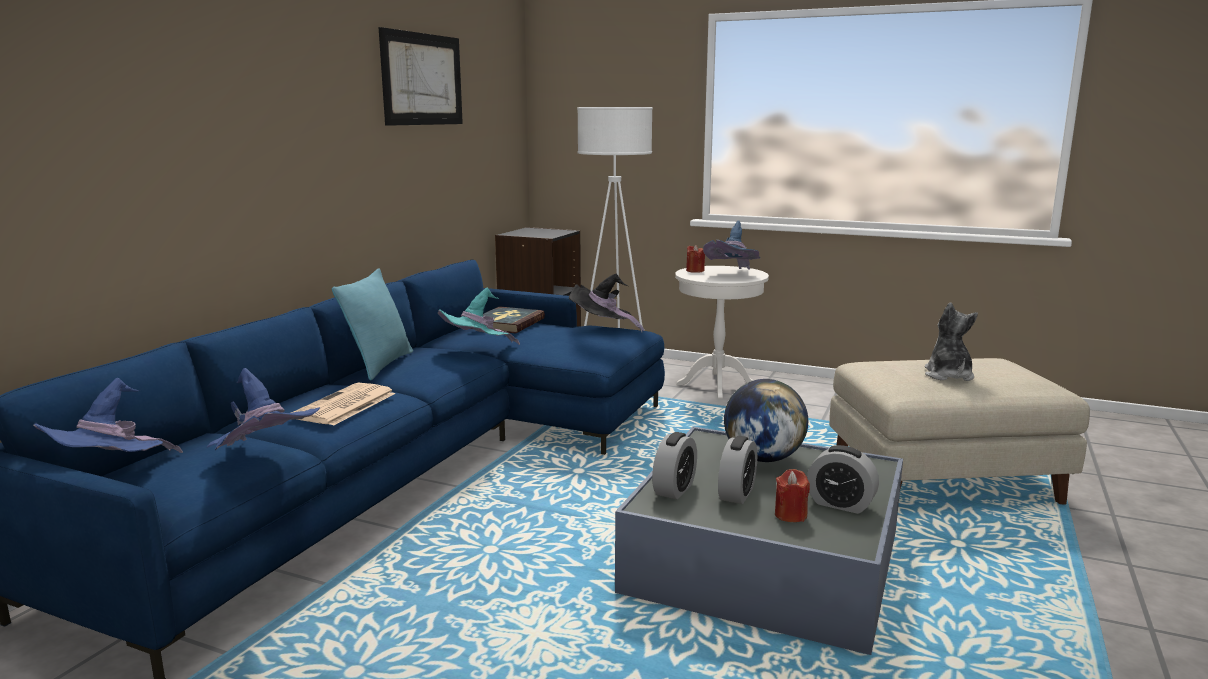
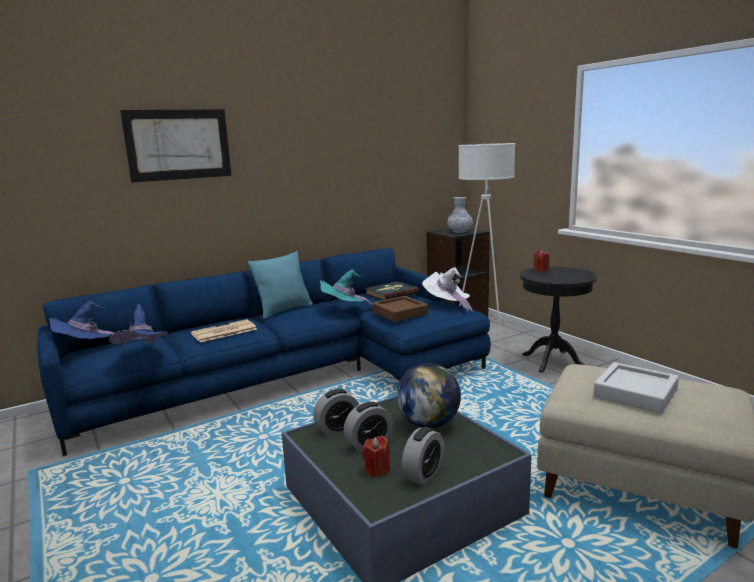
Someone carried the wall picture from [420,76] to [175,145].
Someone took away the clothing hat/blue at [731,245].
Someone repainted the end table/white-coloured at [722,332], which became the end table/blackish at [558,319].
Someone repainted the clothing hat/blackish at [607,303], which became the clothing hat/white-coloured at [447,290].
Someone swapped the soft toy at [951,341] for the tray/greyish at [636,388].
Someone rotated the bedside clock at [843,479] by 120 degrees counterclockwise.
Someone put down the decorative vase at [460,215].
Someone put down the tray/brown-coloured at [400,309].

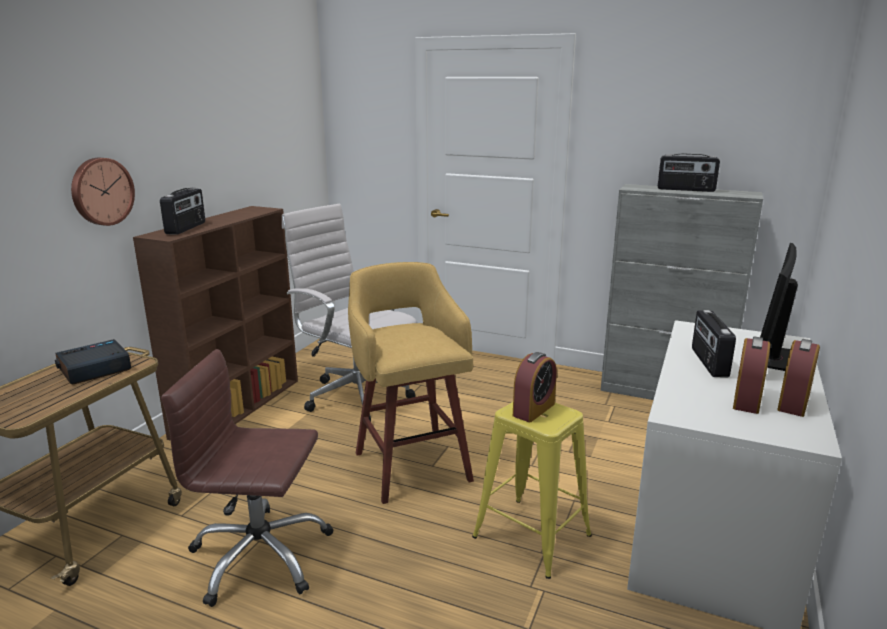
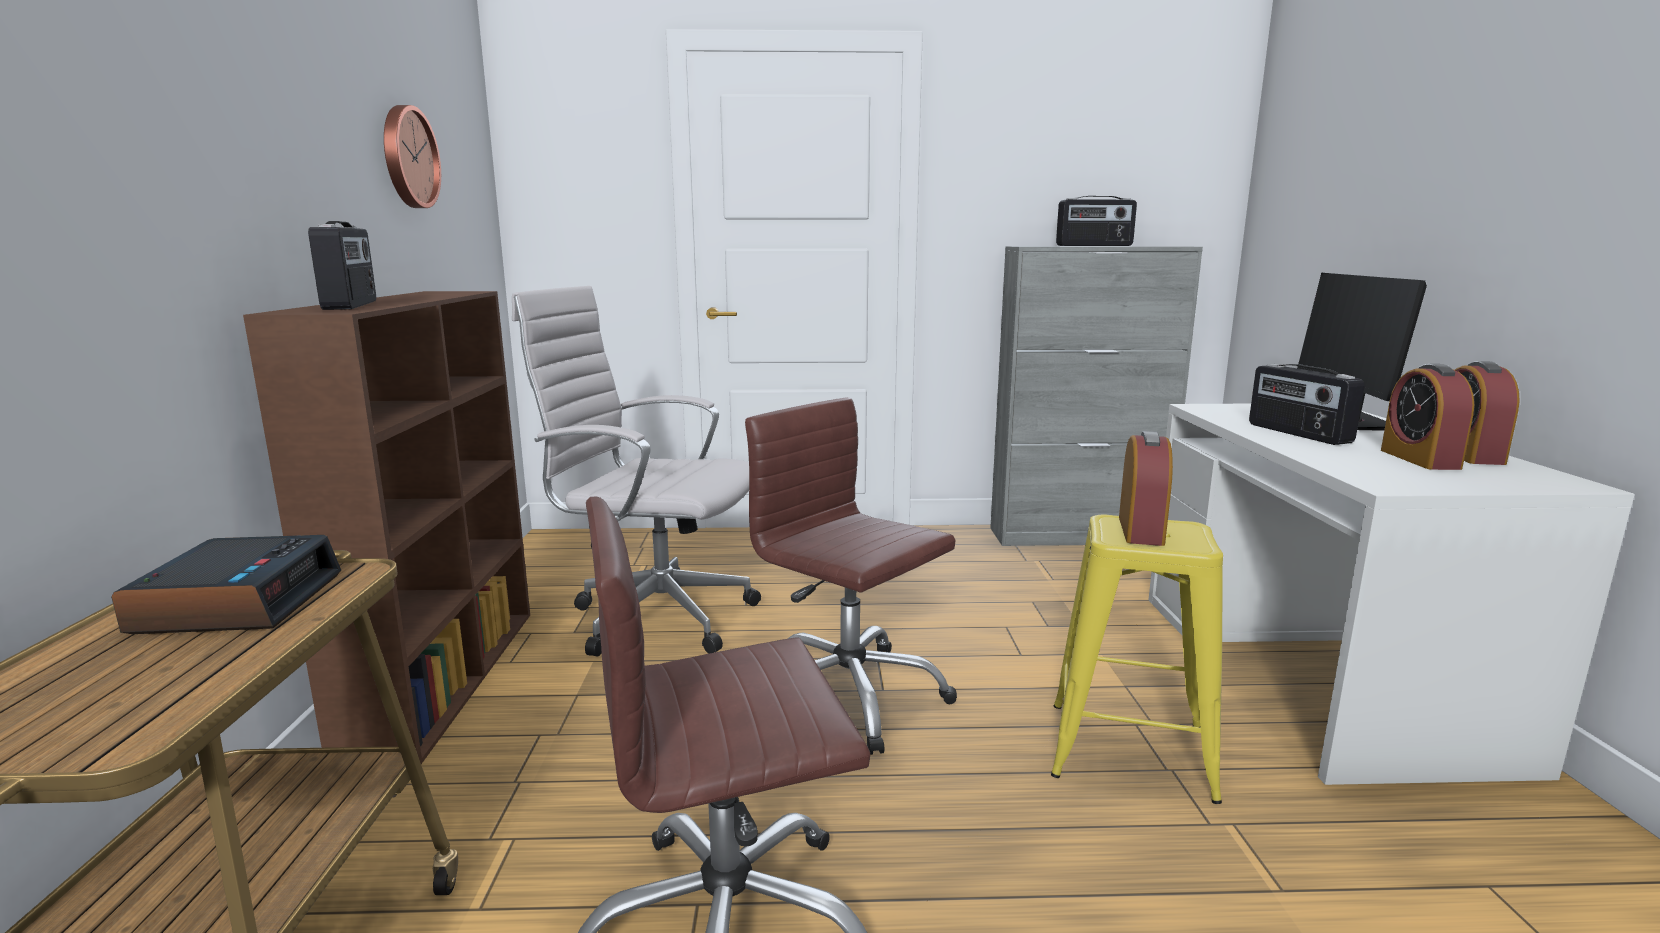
Someone carried the wall clock from [103,192] to [412,156].
Someone swapped the stool seat/yellowish at [411,383] for the desk chair/brown-coloured at [851,576].
Someone rotated the bedside clock at [93,361] by 150 degrees clockwise.

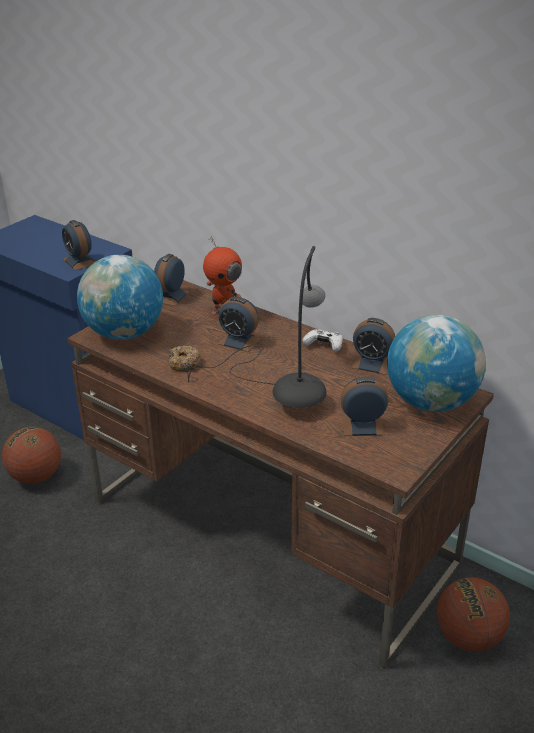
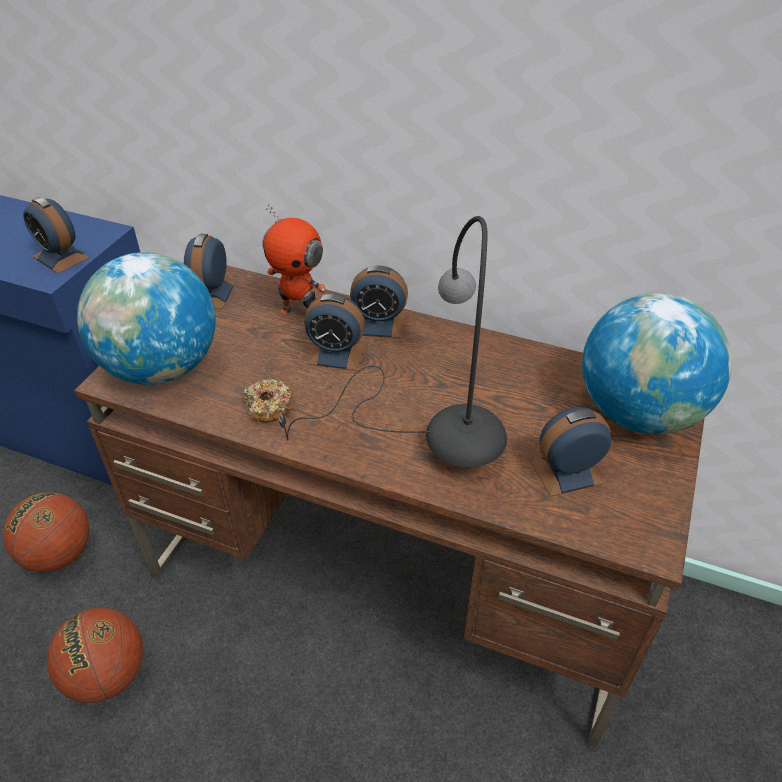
Someone carried the bedside clock from [373,346] to [379,301].
Someone took away the game controller/white-coloured at [323,340].
Someone carried the basketball from [473,614] to [95,655].

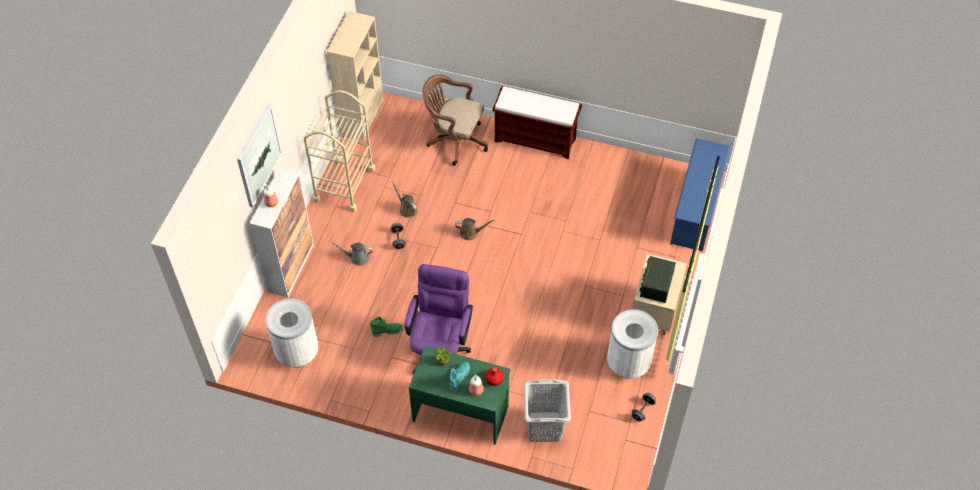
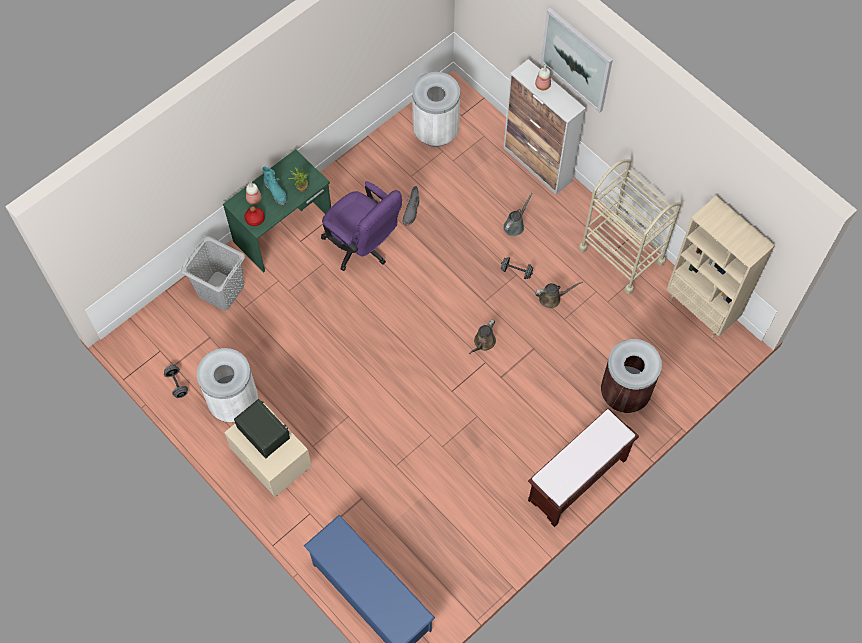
Someone swapped the desk chair/brown-coloured at [456,119] for the rubbish bin/brown-coloured at [631,376].
Someone repainted the boot/greenish at [386,327], which became the boot/greyish at [411,205].

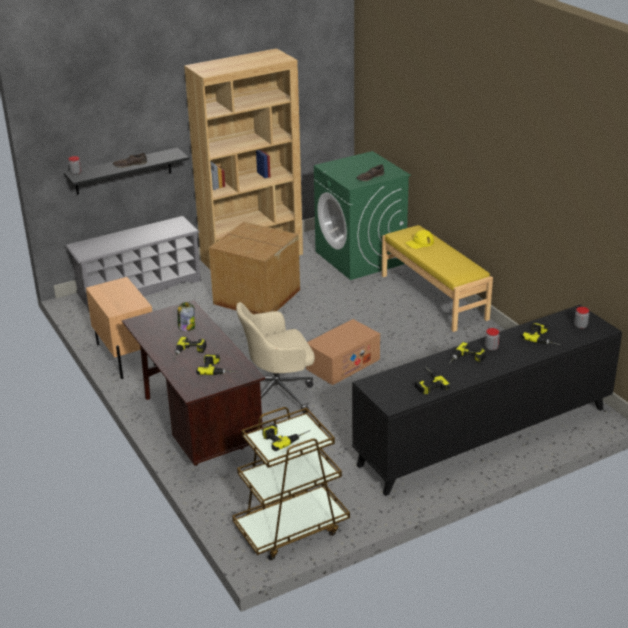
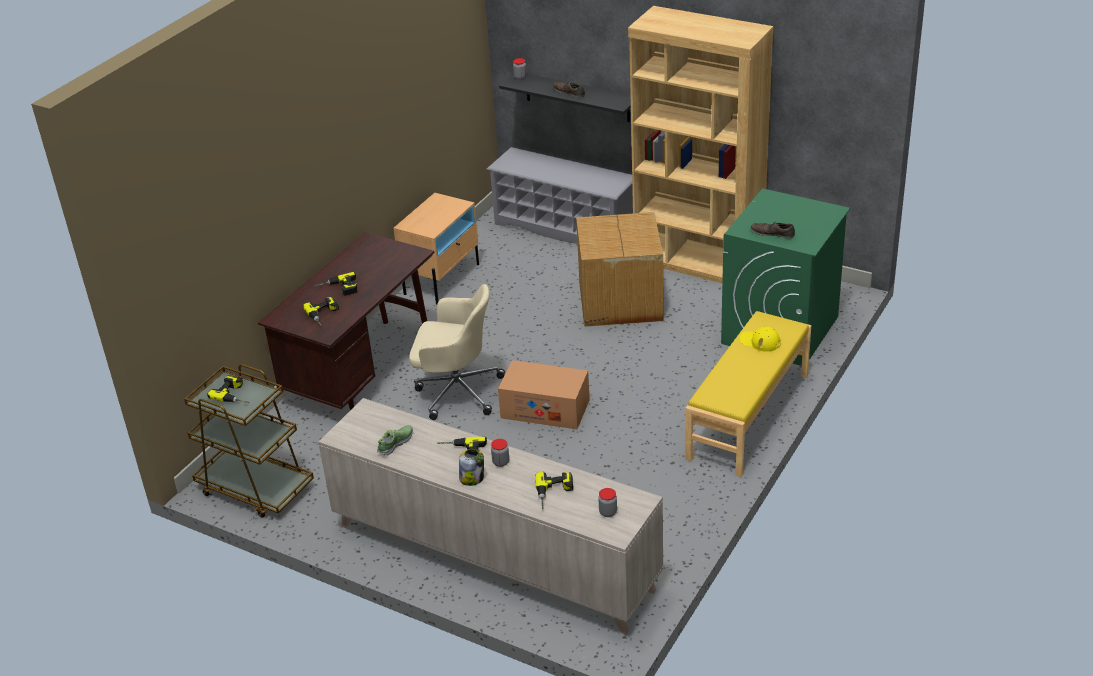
Someone carried the storage jar from [186,316] to [471,467].
Someone rotated the desk chair/beige-coloured at [275,357] by 150 degrees clockwise.
Someone repainted the storage cabinet/blackish at [487,400], which became the storage cabinet/beige-coloured at [491,516].
Someone swapped the drill at [432,380] for the low shoe at [395,440].

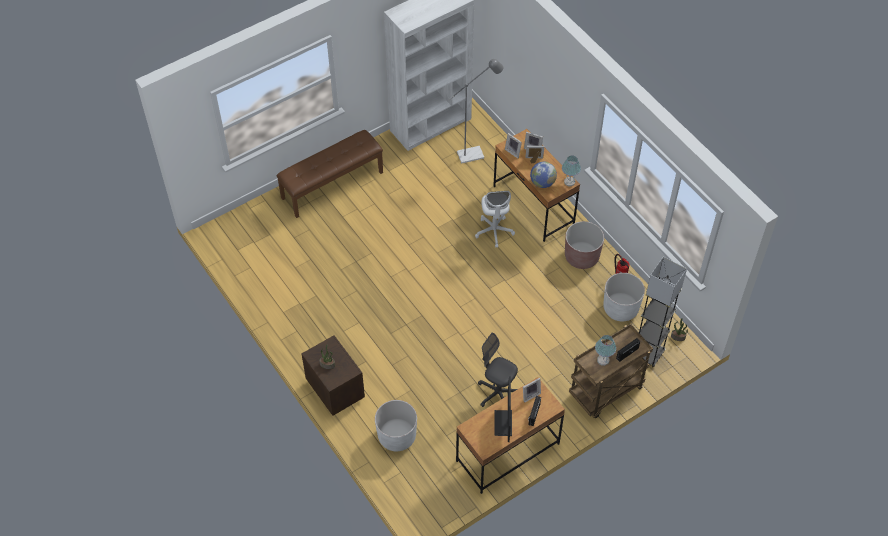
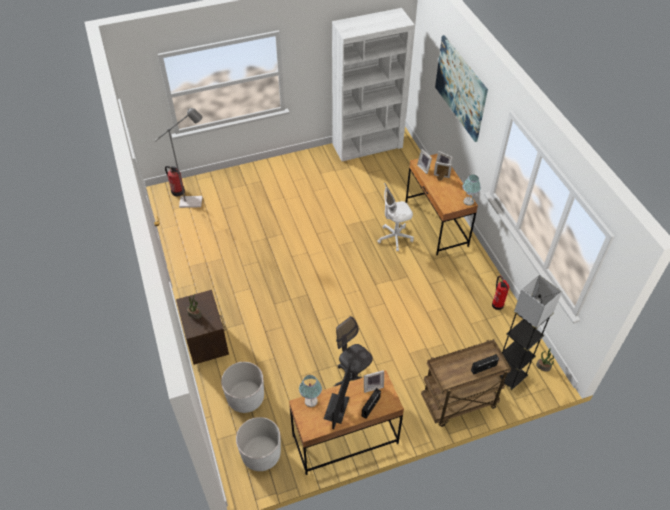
Someone carried the floor lamp/greyish from [476,111] to [178,158].
Someone took away the indoor bench/brown-coloured at [329,174].
Someone took away the world globe at [543,175].
Someone rotated the desk chair/white-coloured at [495,219] by 60 degrees clockwise.
Someone took away the planter/brown-coloured at [584,245].
Someone carried the planter/white-coloured from [624,297] to [258,444].
Someone carried the table lamp from [605,350] to [310,391].
Someone put up the wall picture at [461,88].
Someone put down the extinguisher at [175,181].

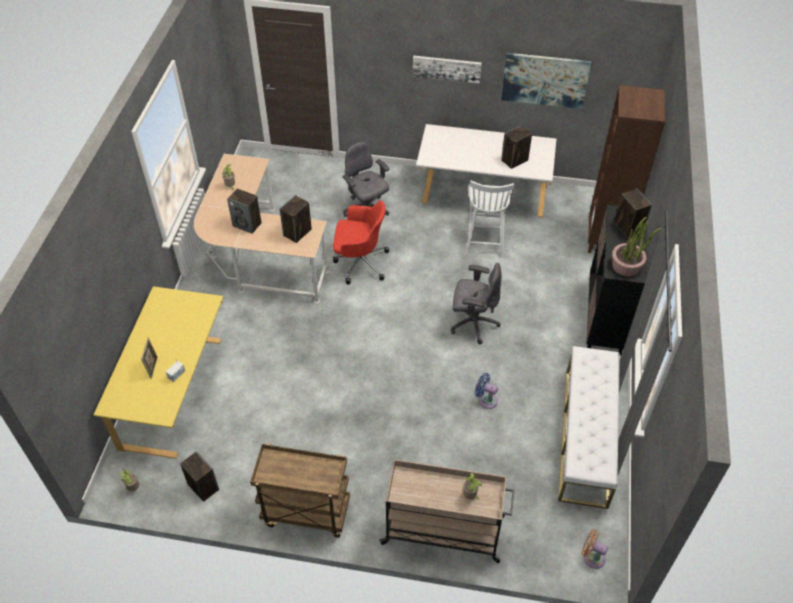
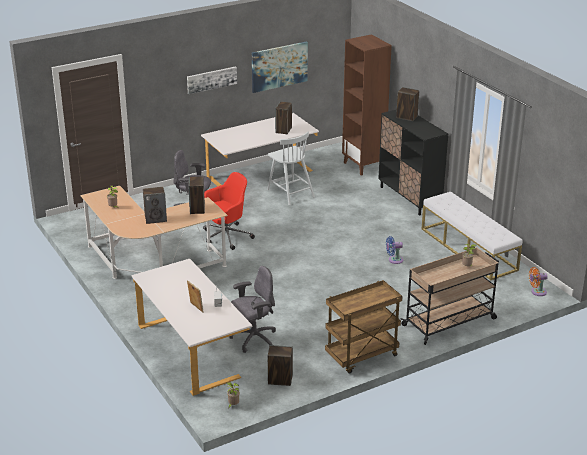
Someone took away the houseplant at [637,247].
Someone carried the desk chair/greyish from [476,303] to [253,309].
Someone repainted the desk unit/yellowish at [158,372], which became the desk unit/white-coloured at [192,327].

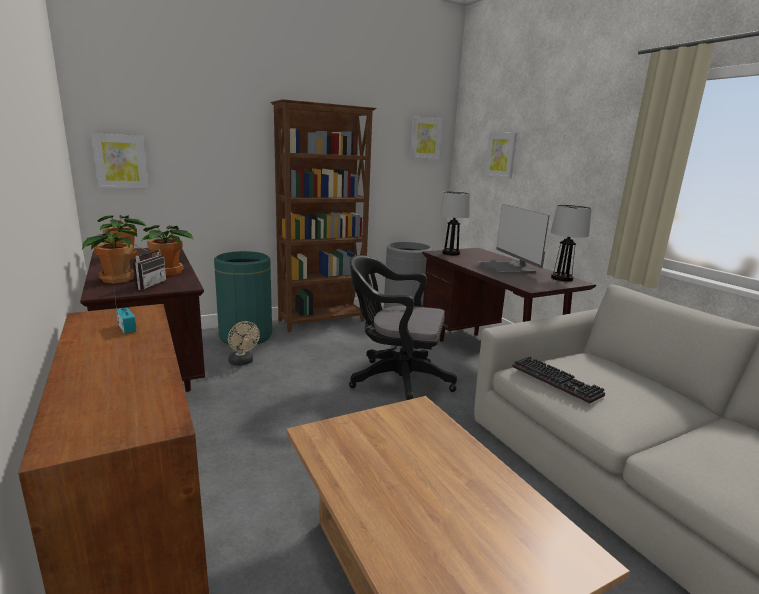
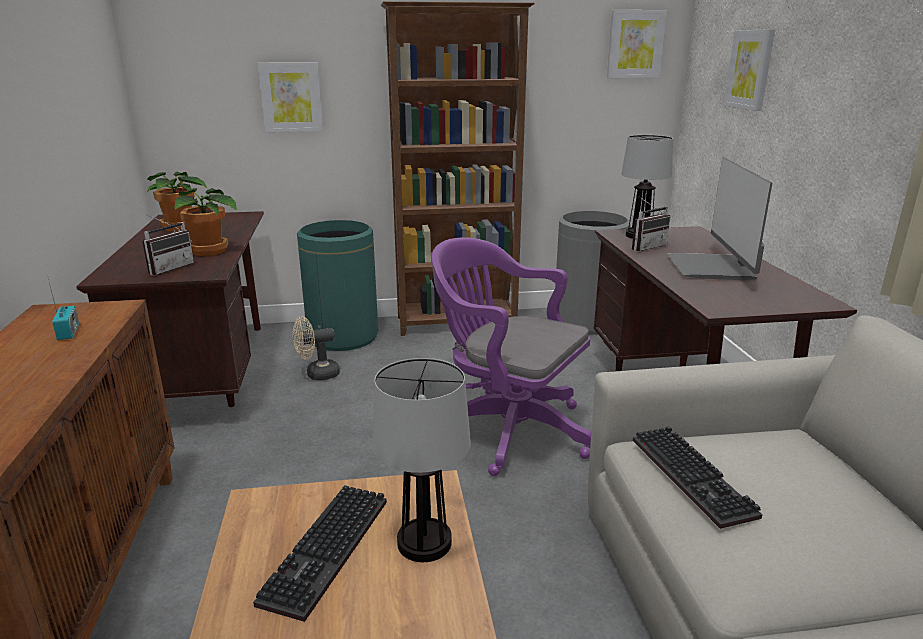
Someone carried the wall picture from [119,160] to [290,97].
Someone carried the table lamp from [571,243] to [421,460].
Someone took away the houseplant at [109,256].
Someone repainted the desk chair/blackish at [403,327], which became the desk chair/purple at [511,356].
Someone rotated the cooling fan/beige-coloured at [244,343] by 90 degrees clockwise.
Someone put down the radio set at [651,224].
Someone put down the PC keyboard at [320,553].

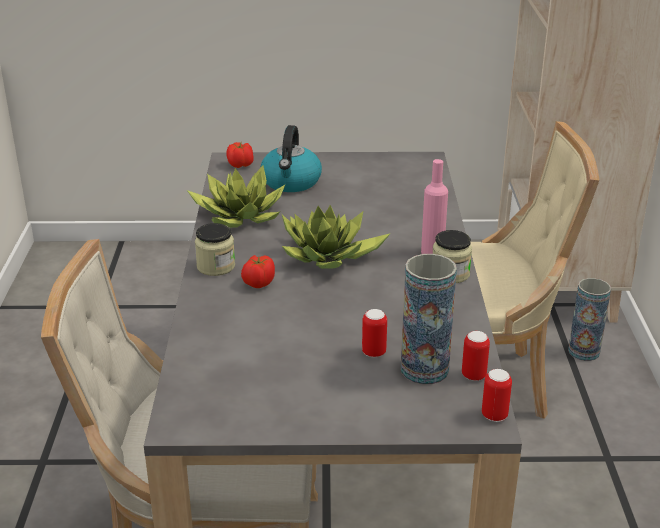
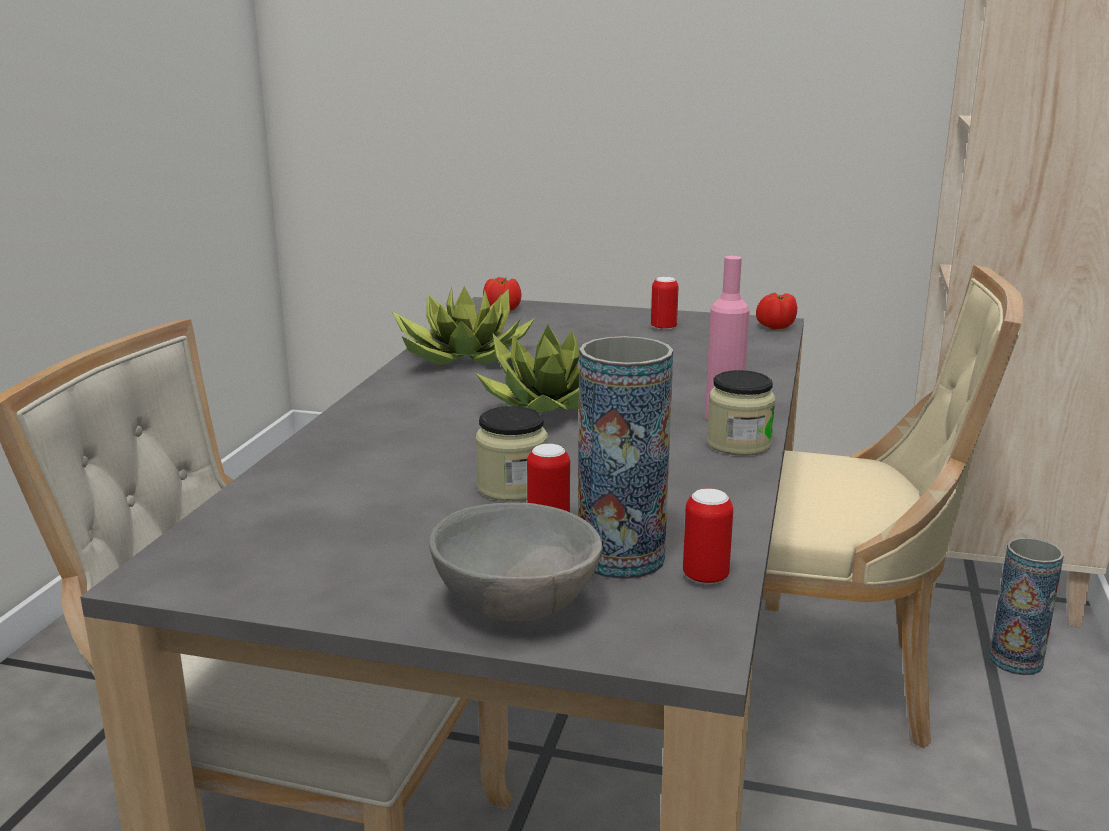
Someone took away the water kettle at [291,158].
Someone carried the storage jar from [215,249] to [511,453].
Someone carried the fresh tomato from [258,271] to [776,311].
Someone carried the sealed can from [497,395] to [665,304].
Someone put down the deep dish/greyish at [515,562].

